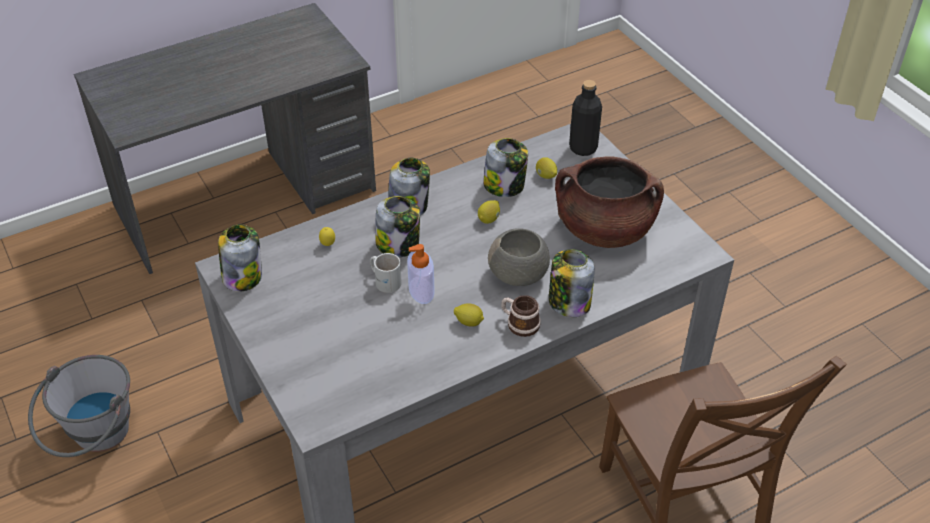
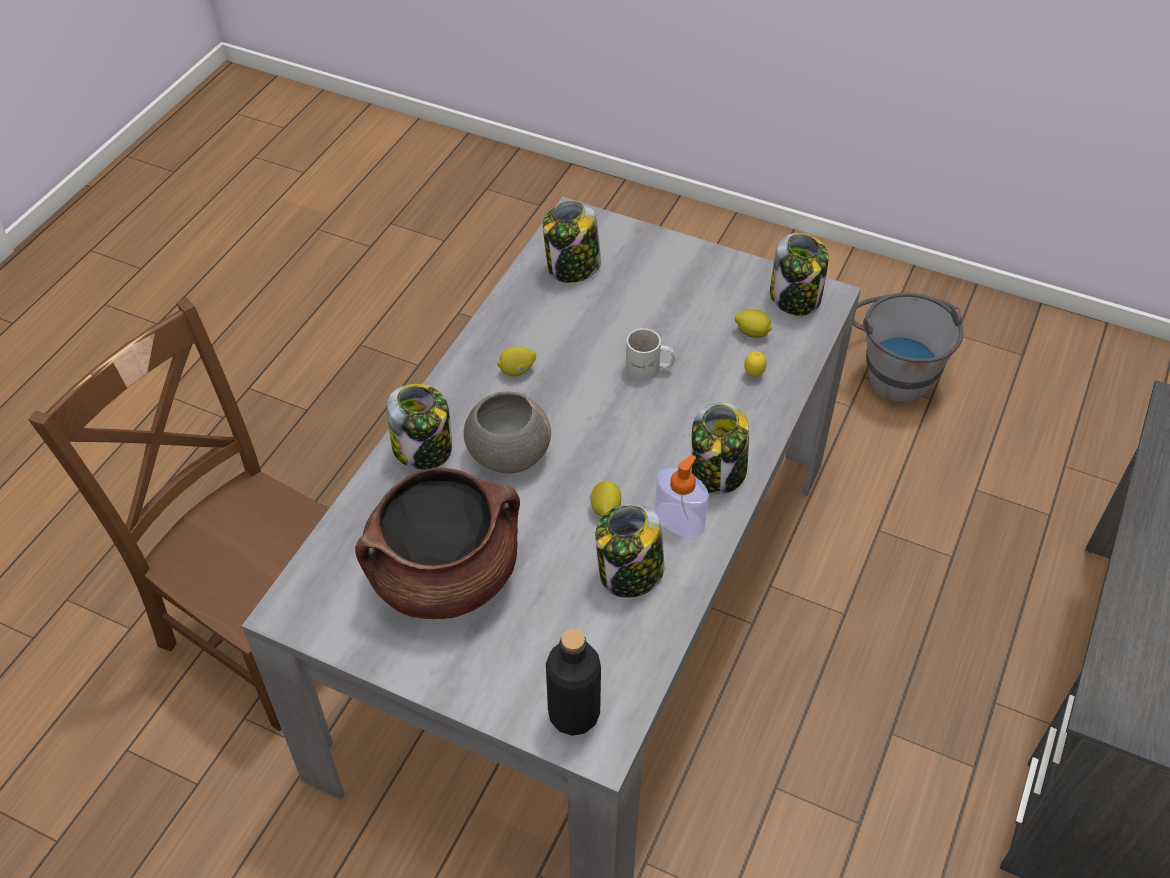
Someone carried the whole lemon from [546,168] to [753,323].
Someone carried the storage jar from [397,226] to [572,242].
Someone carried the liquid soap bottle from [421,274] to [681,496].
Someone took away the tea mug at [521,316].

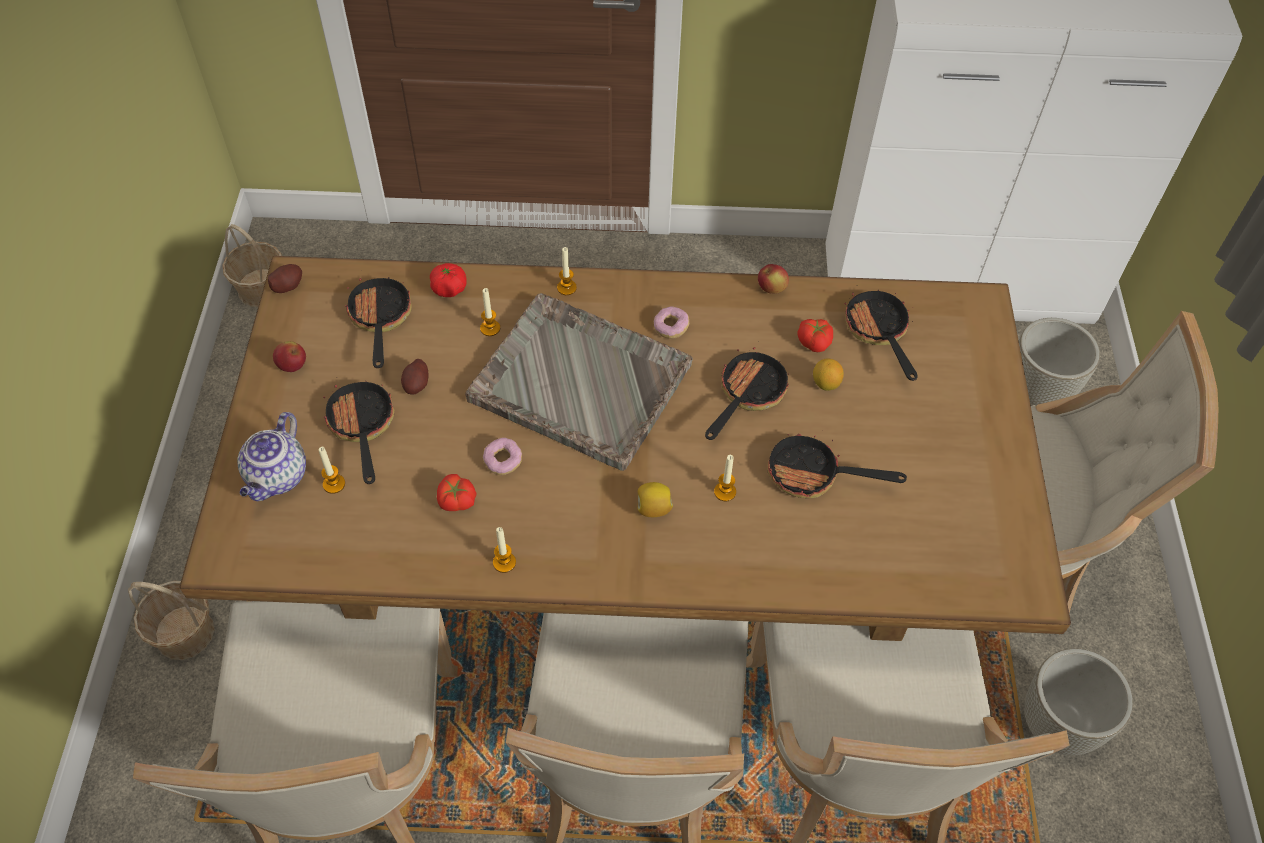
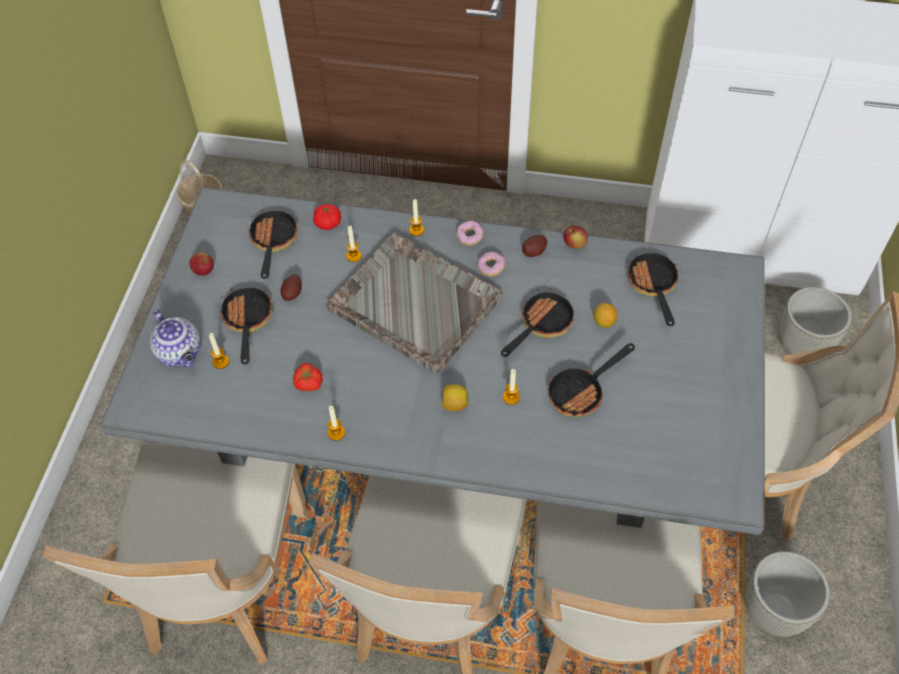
Someone repainted the dinner table/brown-coloured at [625,448], which became the dinner table/greyish at [432,361].
Someone carried the spud from [285,278] to [534,246].
Someone took away the fresh tomato at [815,335].
Someone rotated the teapot at [271,456] by 60 degrees counterclockwise.
Someone rotated the frying pan at [837,464] by 60 degrees counterclockwise.
Someone carried the donut from [502,456] to [469,233].
Someone took away the basket at [171,620].

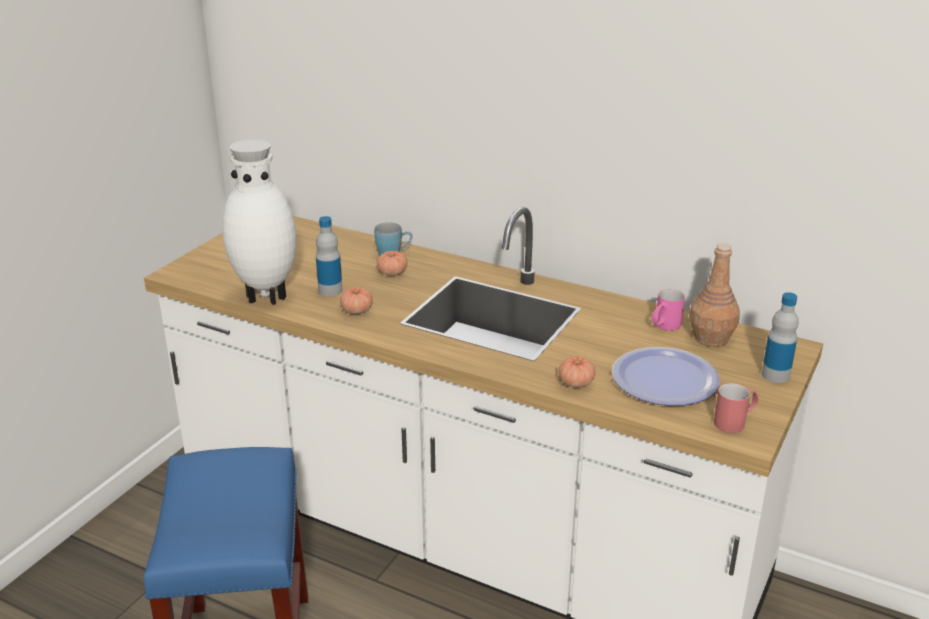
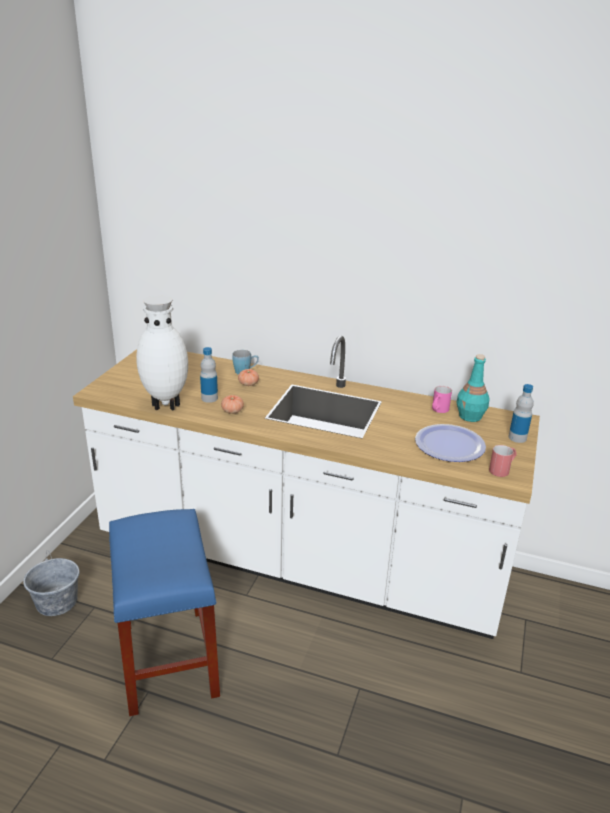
Someone repainted the drink bottle/brown-coloured at [714,295], which became the drink bottle/turquoise at [473,388].
Someone took away the fresh tomato at [576,372].
Someone put down the pail/greyish at [51,583].

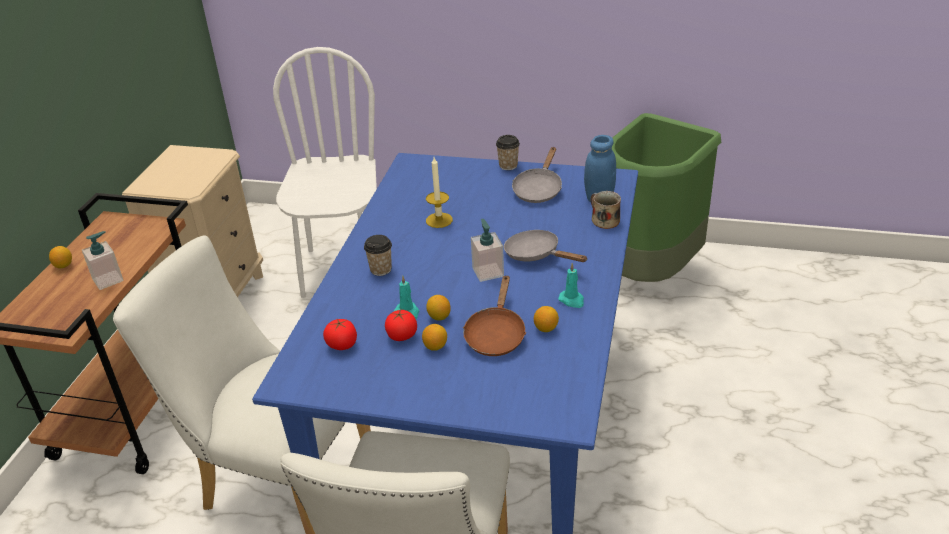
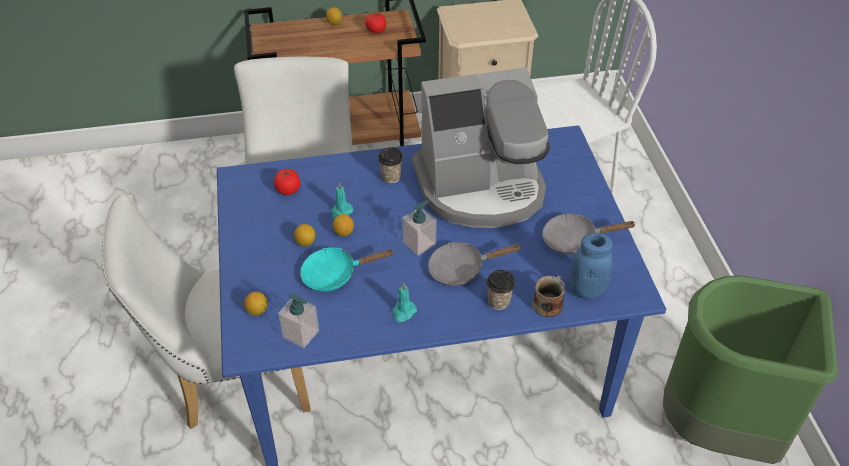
Someone carried the cup from [508,152] to [500,290].
Someone swapped the wax candle at [439,192] for the coffee brewer at [482,147].
Someone rotated the frying pan/greyish at [546,246] by 120 degrees counterclockwise.
Someone carried the liquid soap bottle from [103,260] to [298,320].
Someone repainted the frying pan/brown-coloured at [494,315], which became the frying pan/turquoise at [347,269].
Someone carried the whole lemon from [546,319] to [255,304].
Someone carried the fresh tomato from [401,325] to [375,22].

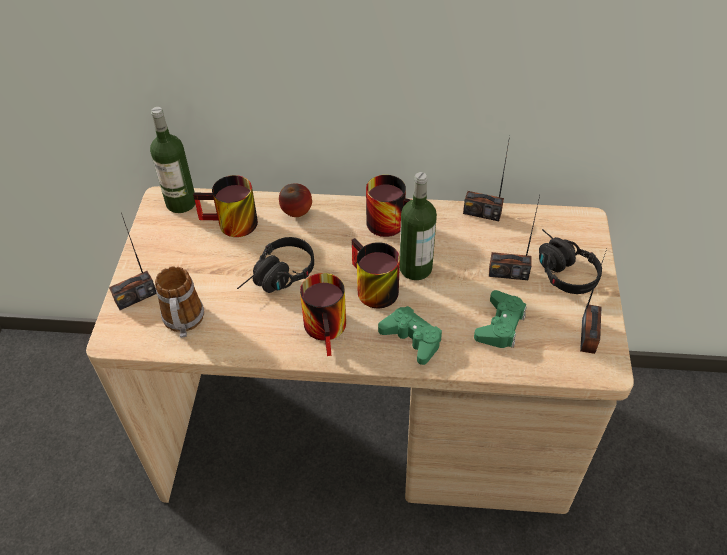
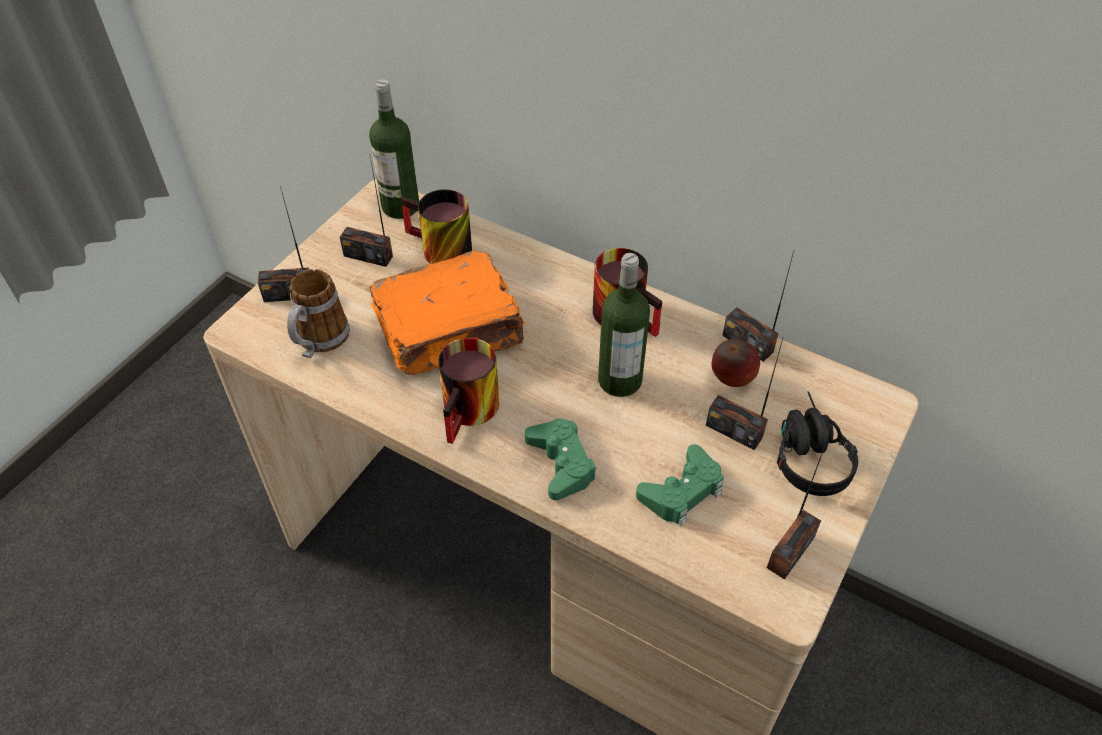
Someone carried the whole apple from [295,200] to [736,363].
Someone swapped the headphones/blackish at [275,265] for the book/orangey at [447,313].
Someone took away the tea mug at [376,273].
Someone put down the radio set at [366,211].

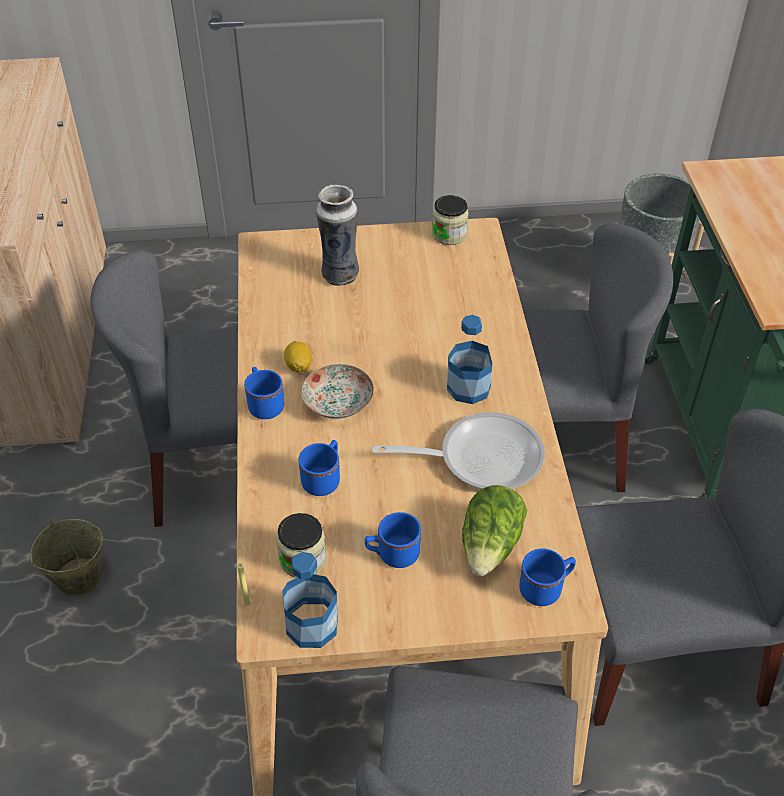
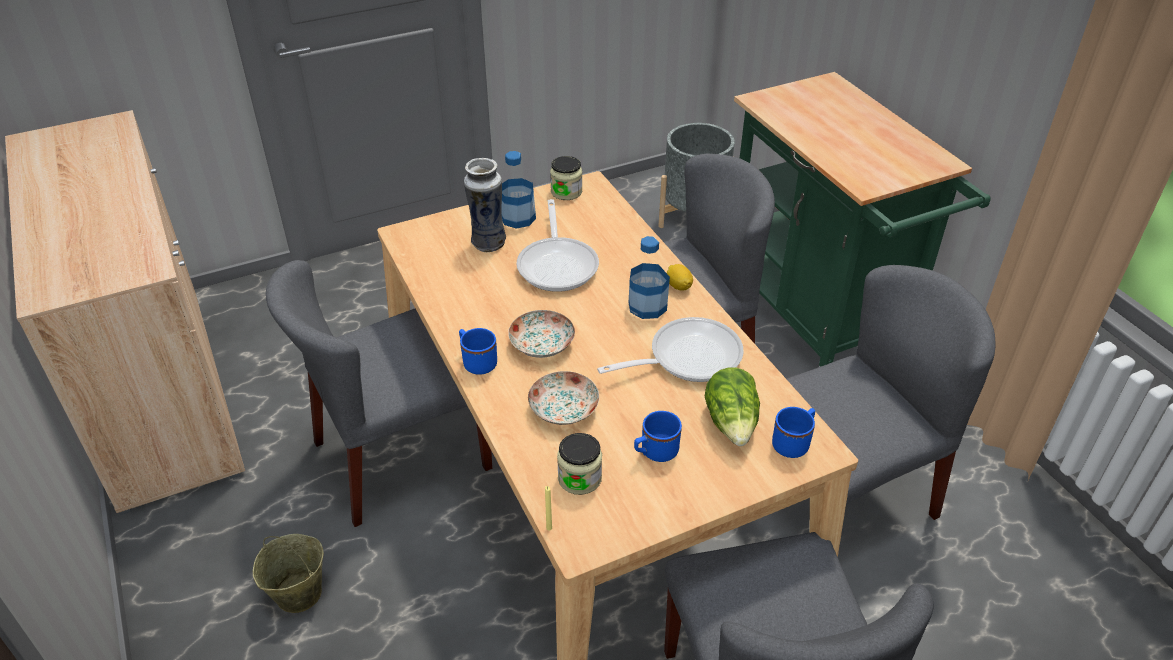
Someone carried the whole lemon from [298,356] to [680,277].
Someone swapped the tea mug/blue at [319,468] for the dinner plate at [563,398].
Someone carried the drink bottle from [310,600] to [519,190].
Someone put down the frying pan at [557,245].

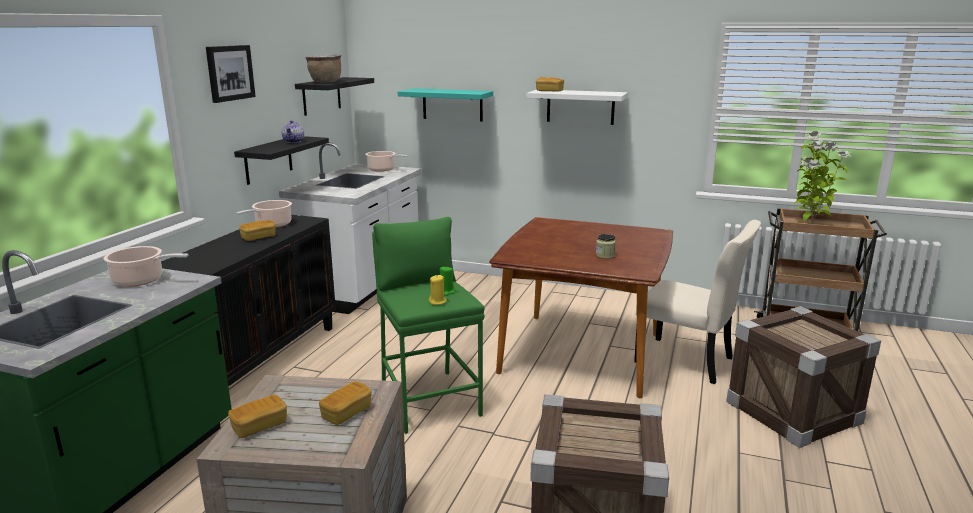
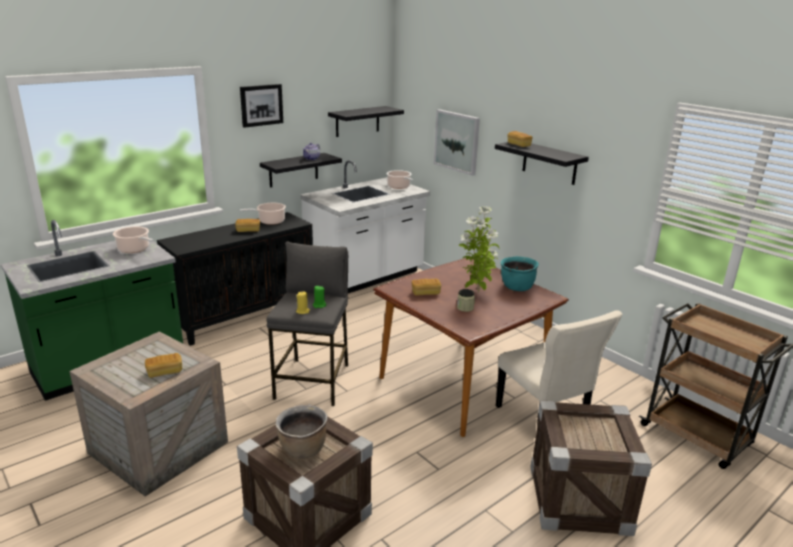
Someone carried the cooking pot/brown-coloured from [323,68] to [301,432].
Someone swapped the bracket shelf/turquoise at [445,105] for the wall picture at [457,142].
Someone repainted the bracket shelf/white-coloured at [577,107], which became the bracket shelf/blackish at [542,163].
Someone carried the houseplant from [822,177] to [479,249].
Someone repainted the stool seat/greenish at [428,325], which became the stool seat/greyish at [307,324].
Someone carried the bread from [257,416] to [426,287].
Someone put down the cooking pot/turquoise at [520,273].

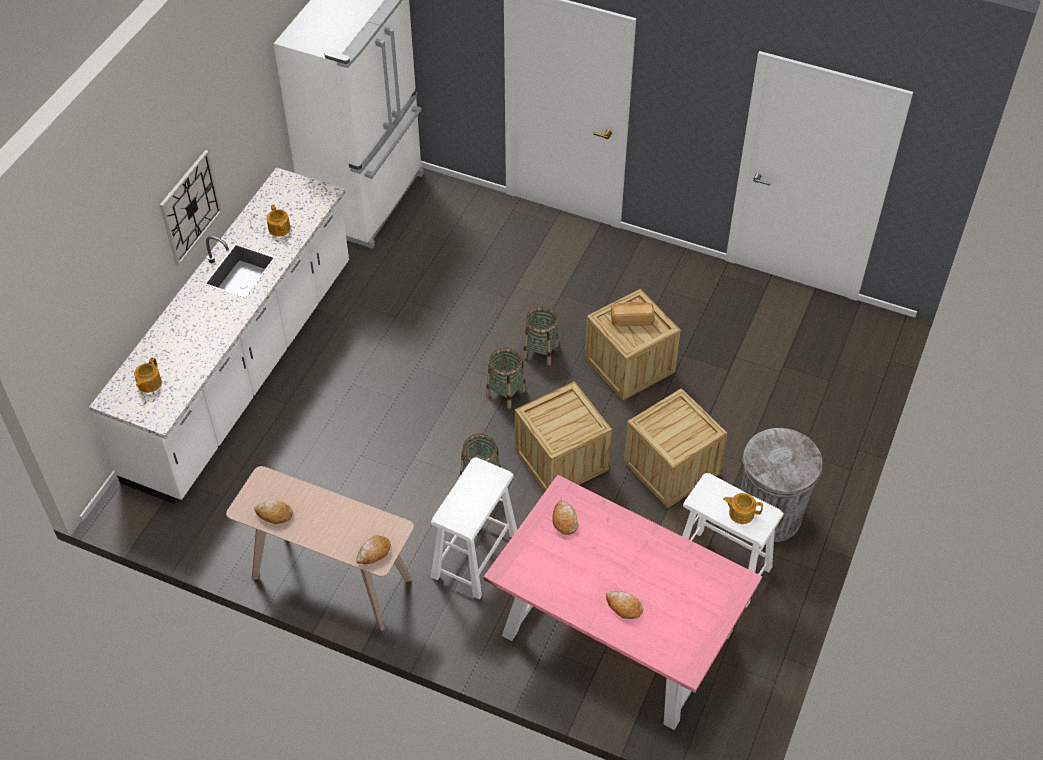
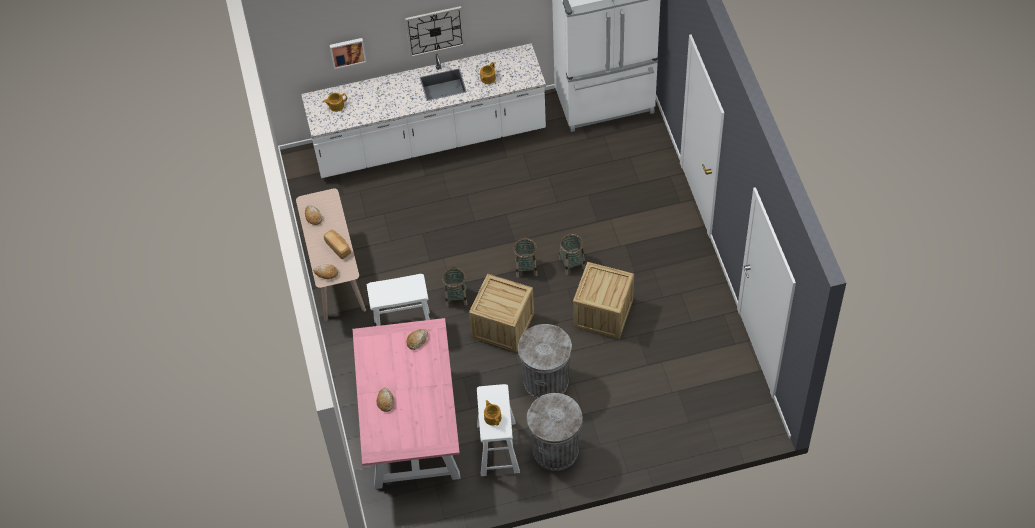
Someone carried the bread from [633,314] to [337,244].
Someone swapped the crate at [676,448] for the rubbish bin/greyish at [545,361].
Someone put up the wall picture at [348,53].

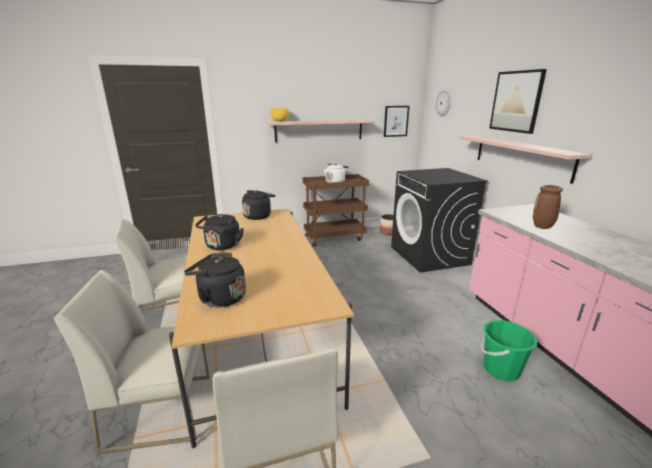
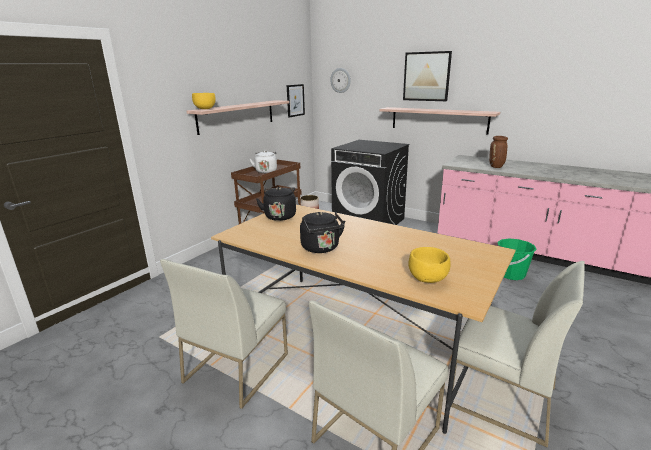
Someone swapped the water kettle/blackish at [215,279] for the deep dish/yellowish at [429,265].

